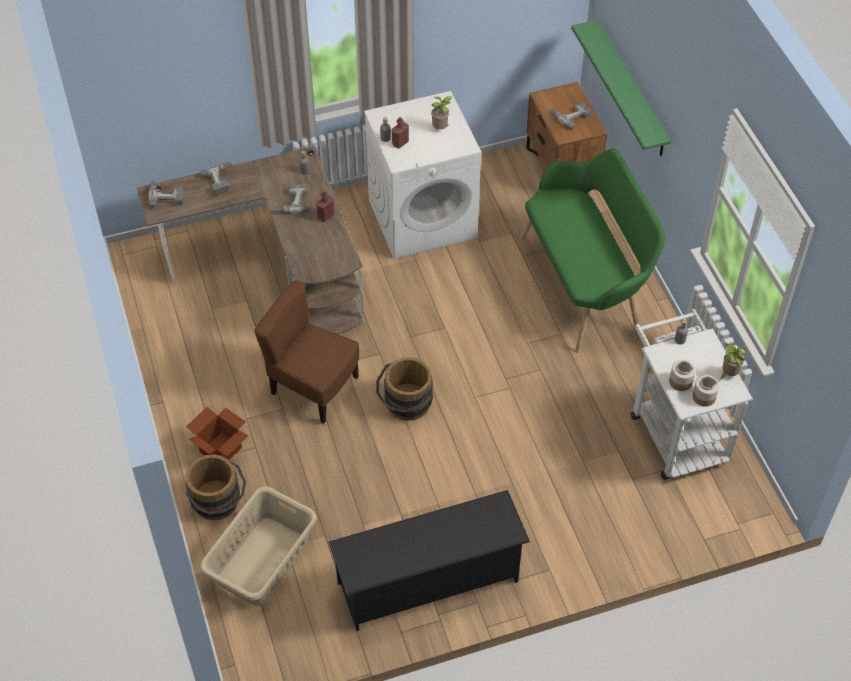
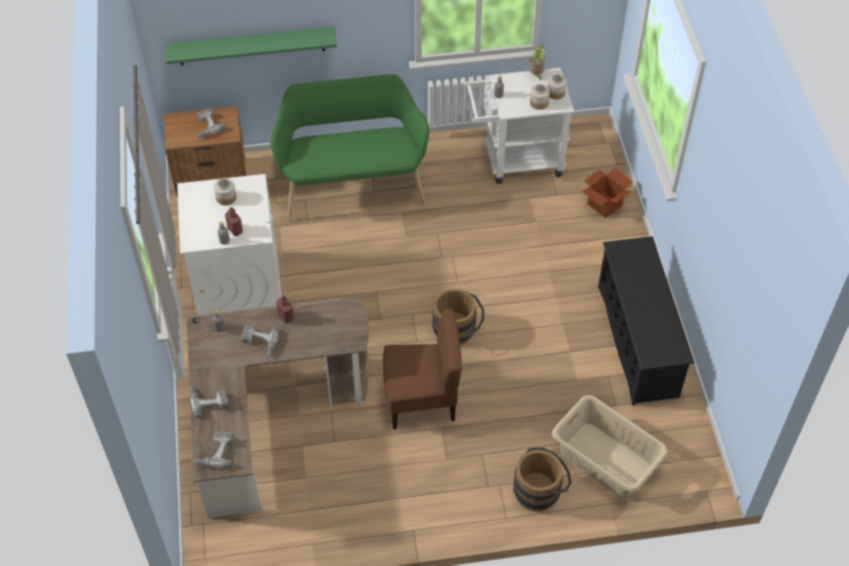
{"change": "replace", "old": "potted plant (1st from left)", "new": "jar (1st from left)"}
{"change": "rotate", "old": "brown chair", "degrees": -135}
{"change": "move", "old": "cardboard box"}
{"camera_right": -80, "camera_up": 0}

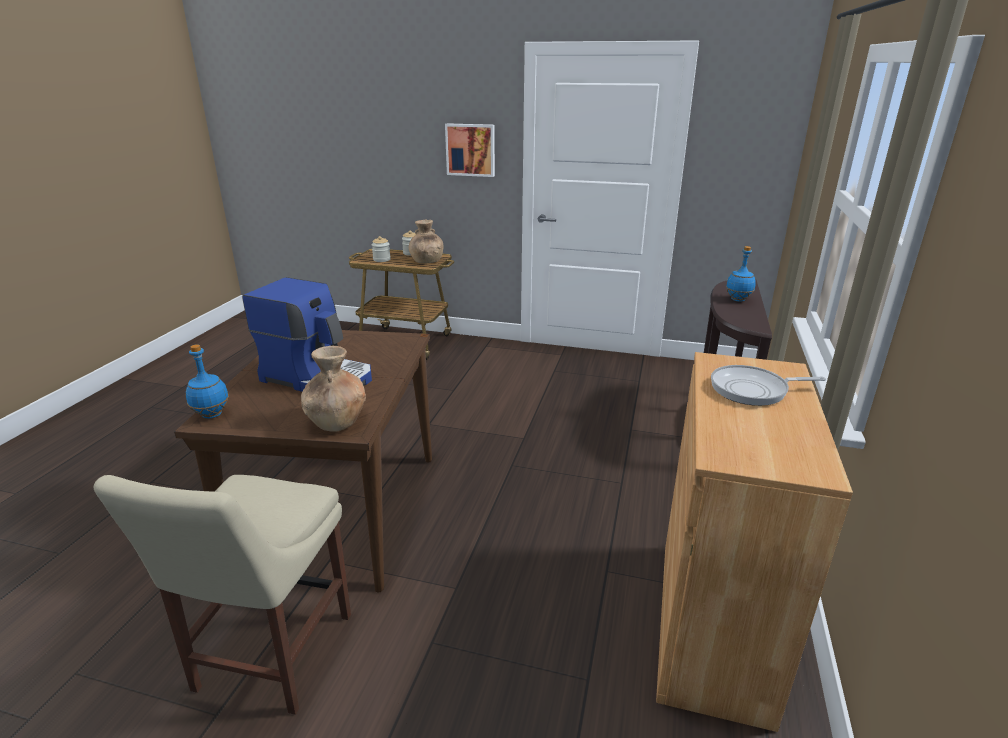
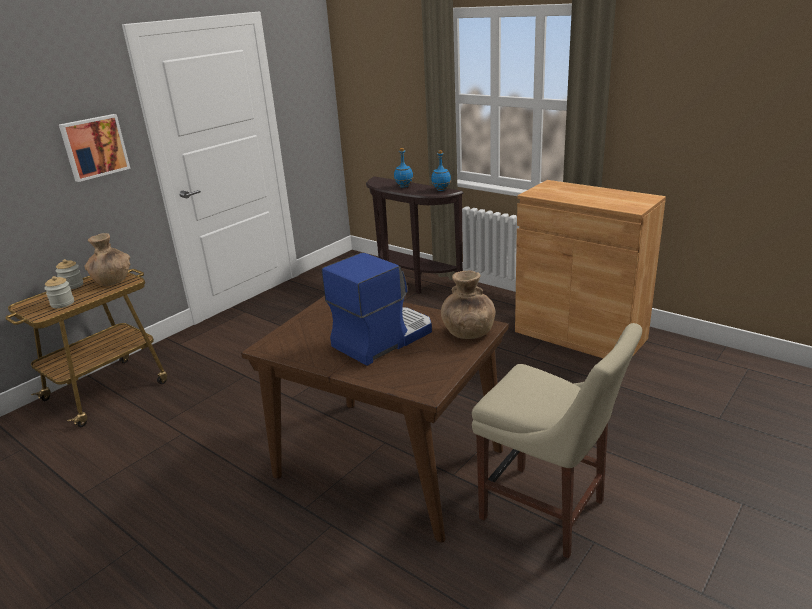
{"change": "move", "old": "blue bottle (1st from left in the first image)", "new": "blue bottle (2nd from left)"}
{"change": "delete", "old": "frying pan"}
{"camera_right": -65, "camera_up": 0}

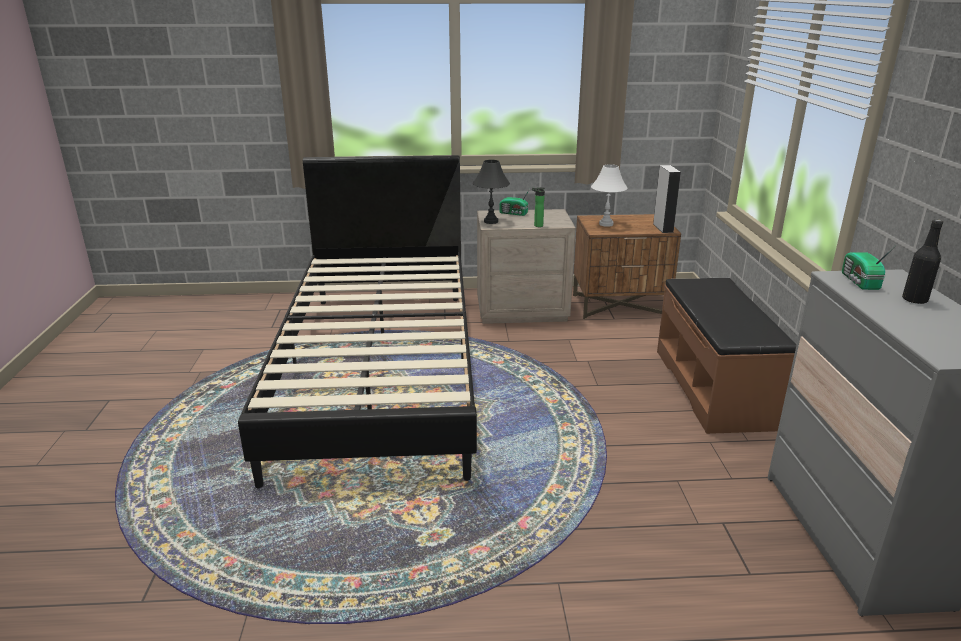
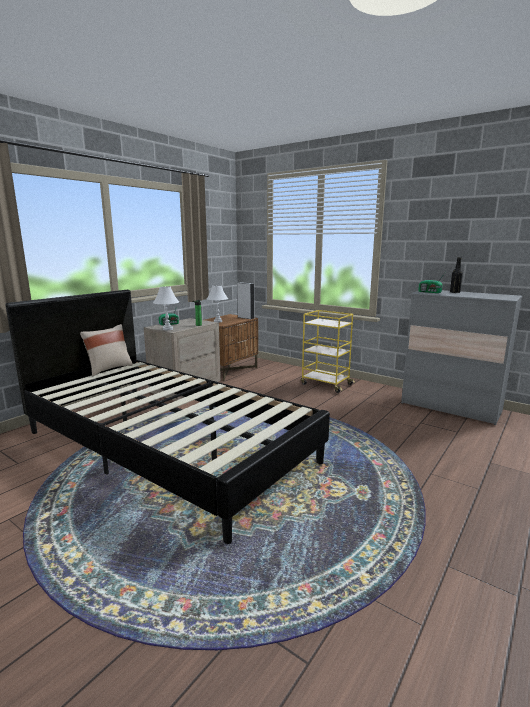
{"change": "recolor", "old": "black table lamp", "new": "white table lamp (1st from left)"}
{"change": "replace", "old": "brown bench", "new": "yellow cart"}
{"change": "insert", "new": "beige pillow"}
{"camera_right": -50, "camera_up": -10}

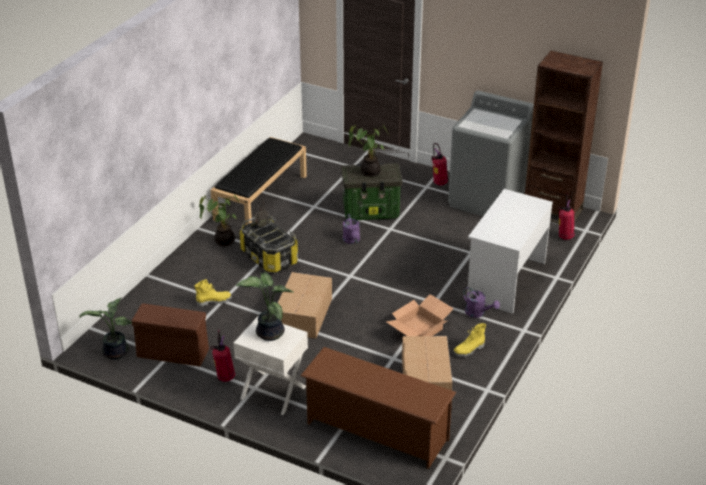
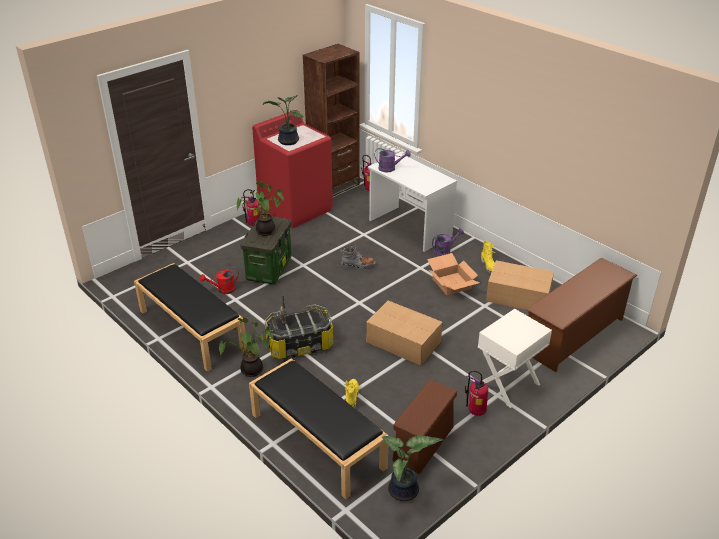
{"change": "recolor", "old": "grey washing machine", "new": "red washing machine"}
{"change": "move", "old": "purple watering can (1st from left)"}
{"change": "move", "old": "potted plant (3rd from left)"}
{"change": "insert", "new": "grey boot"}
{"change": "insert", "new": "red watering can"}
{"change": "insert", "new": "black bench (2nd from left)"}
{"camera_right": -70, "camera_up": 0}

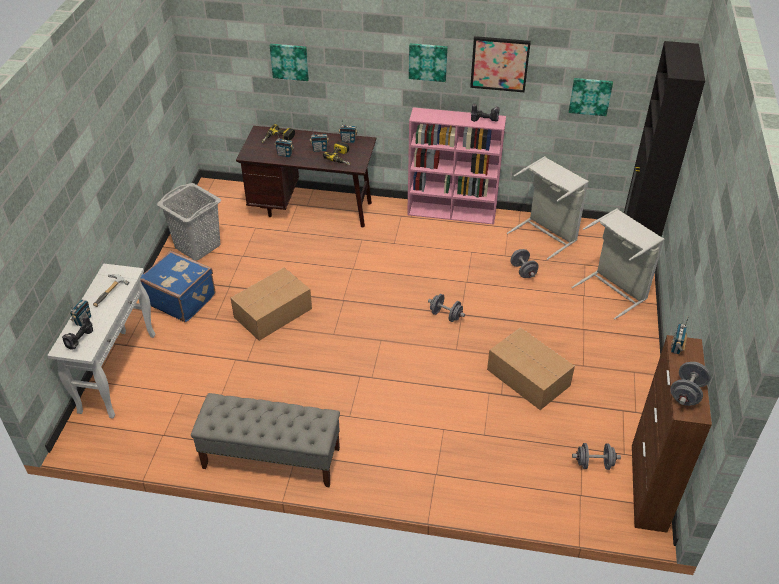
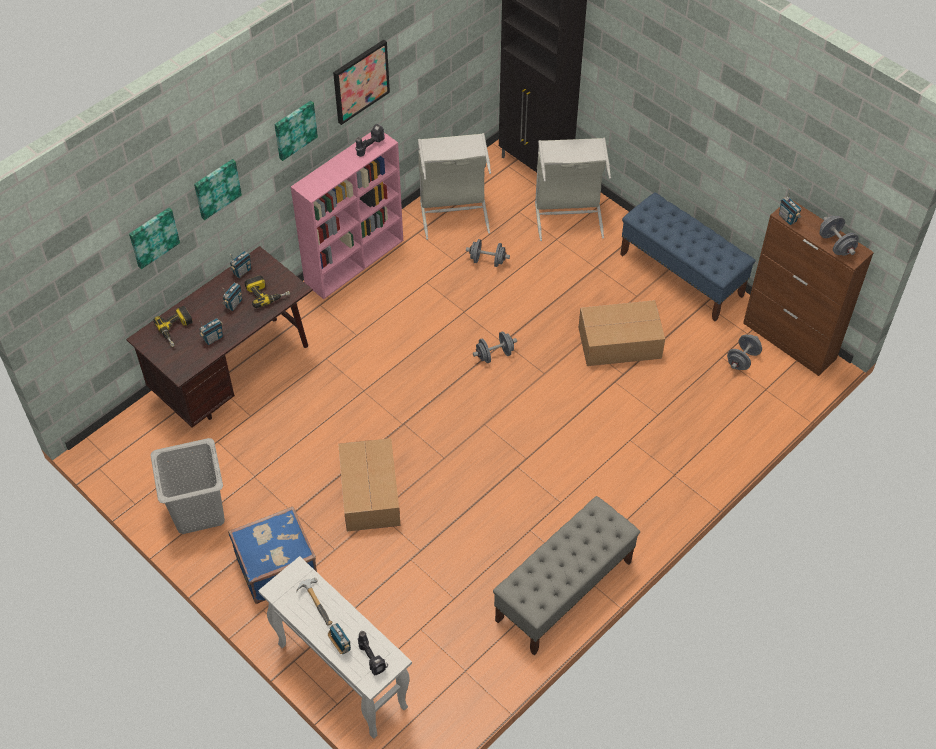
{"change": "move", "old": "picture (4th from left in the first image)", "new": "picture (2nd from left)"}
{"change": "insert", "new": "blue bench"}
{"camera_right": -55, "camera_up": 10}

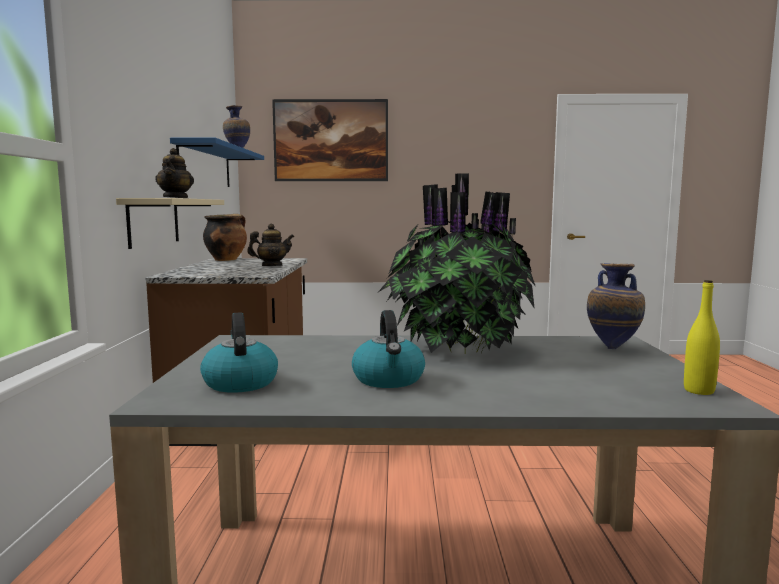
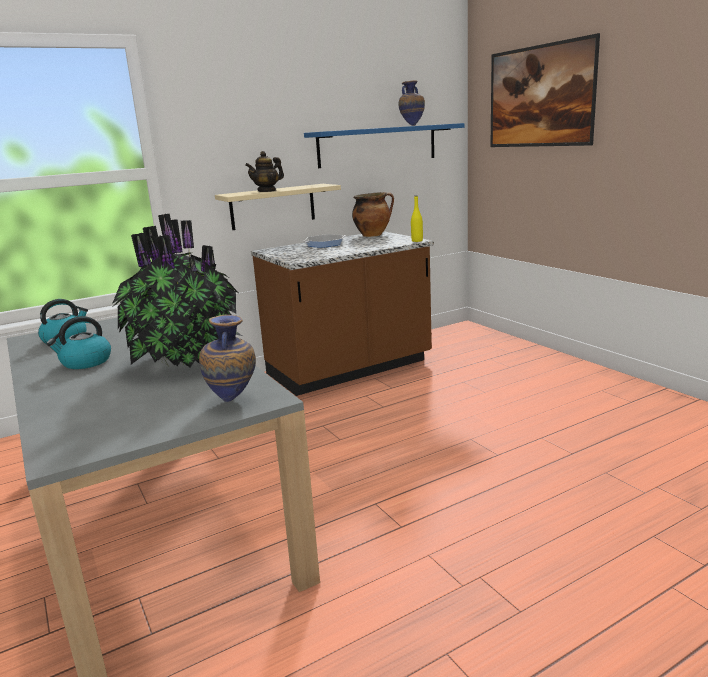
{"change": "delete", "old": "teapot (2nd from left)"}
{"change": "move", "old": "yellow bottle"}
{"change": "insert", "new": "frying pan"}
{"camera_right": 60, "camera_up": 10}

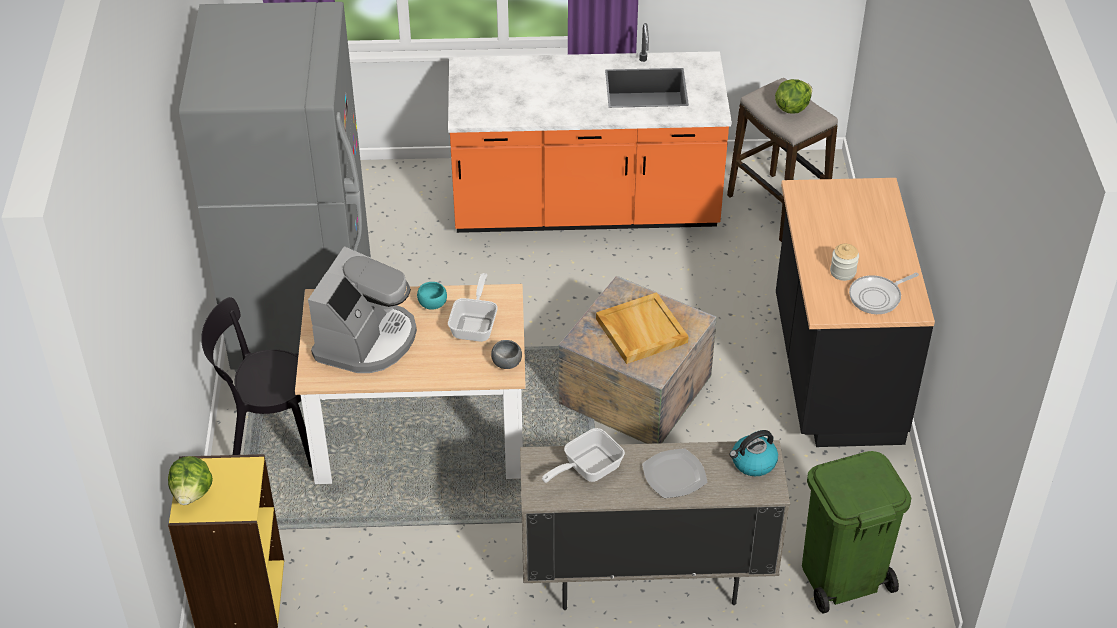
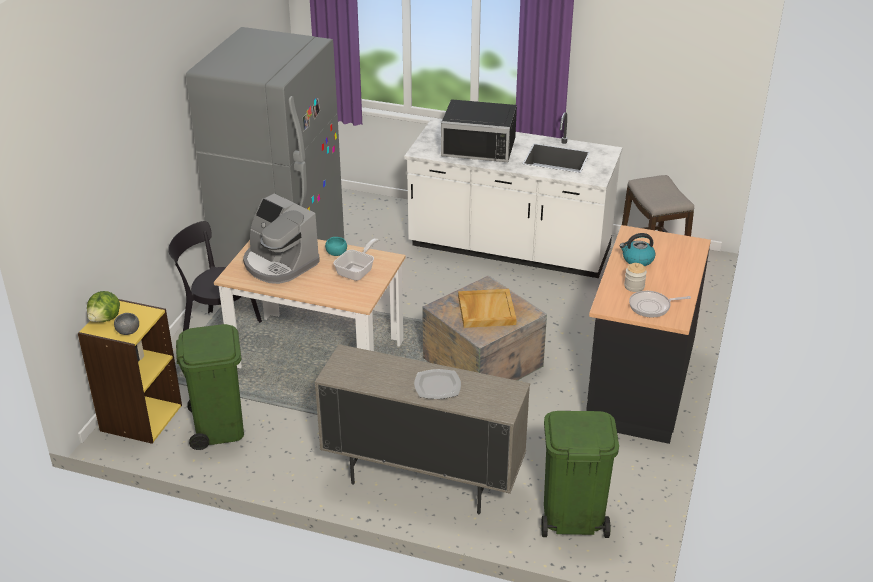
{"change": "recolor", "old": "orange counter", "new": "white counter"}
{"change": "delete", "old": "lettuce (2nd from left)"}
{"change": "rotate", "old": "coffee machine", "degrees": 90}
{"change": "move", "old": "grey bowl"}
{"change": "delete", "old": "frying pan (2nd from left)"}
{"change": "move", "old": "kettle"}
{"change": "insert", "new": "black microwave"}
{"change": "insert", "new": "green trash can (1st from left)"}
{"camera_right": 20, "camera_up": -10}

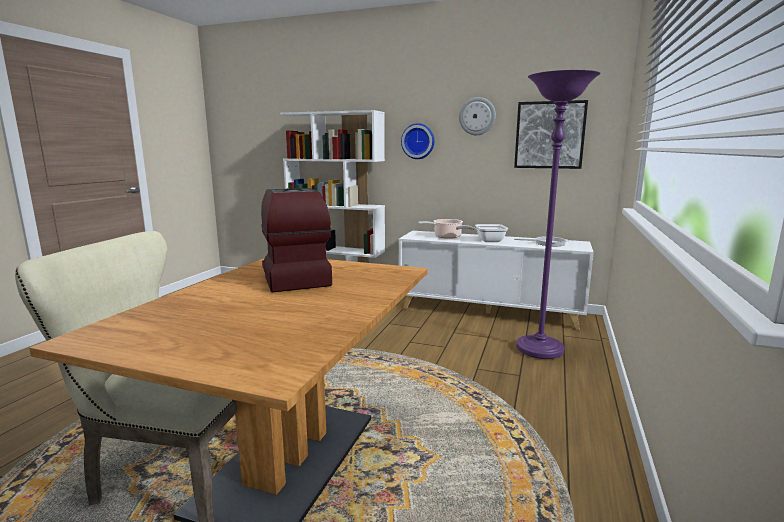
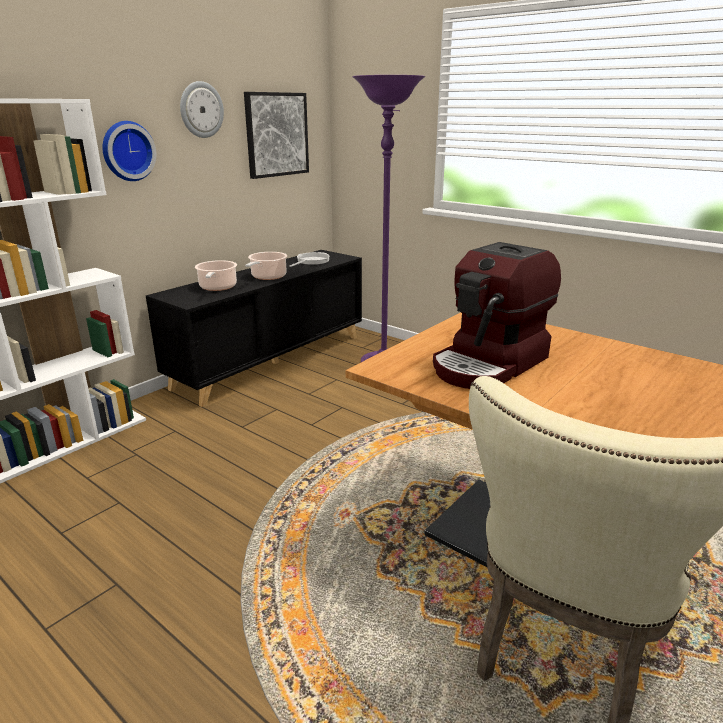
{"change": "rotate", "old": "coffee machine", "degrees": -45}
{"change": "replace", "old": "frying pan (1st from left)", "new": "cooking pot (2nd from left)"}
{"change": "recolor", "old": "white cabinet", "new": "black cabinet"}
{"camera_right": -70, "camera_up": 10}

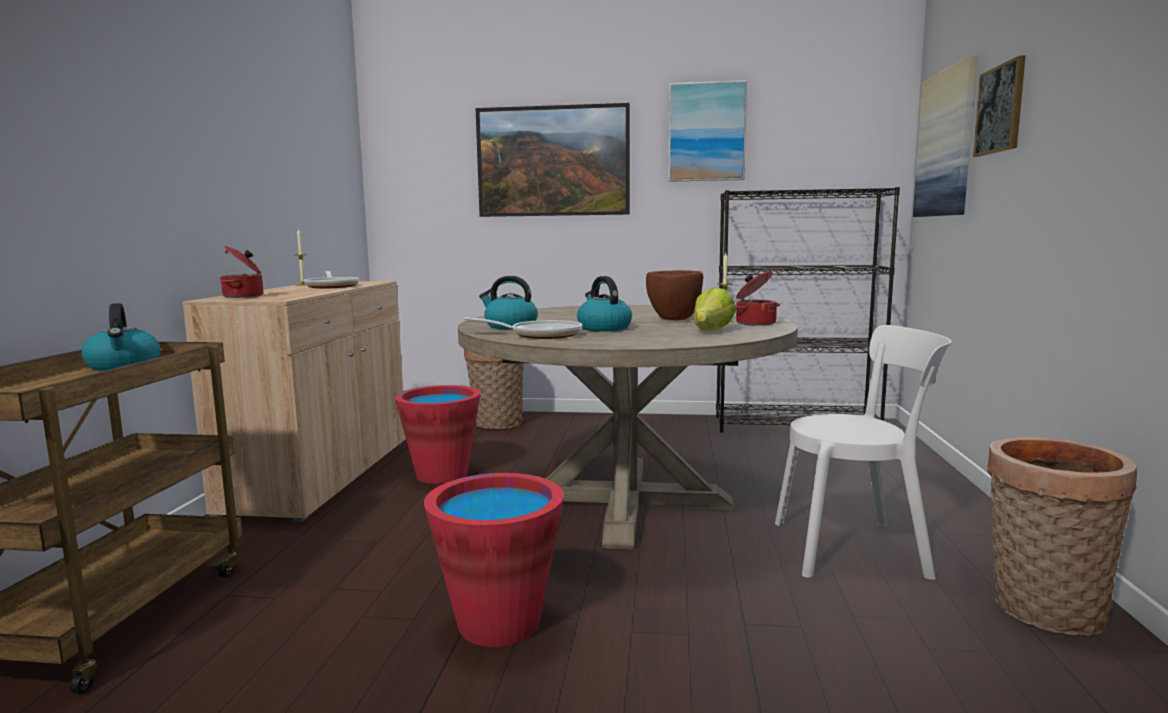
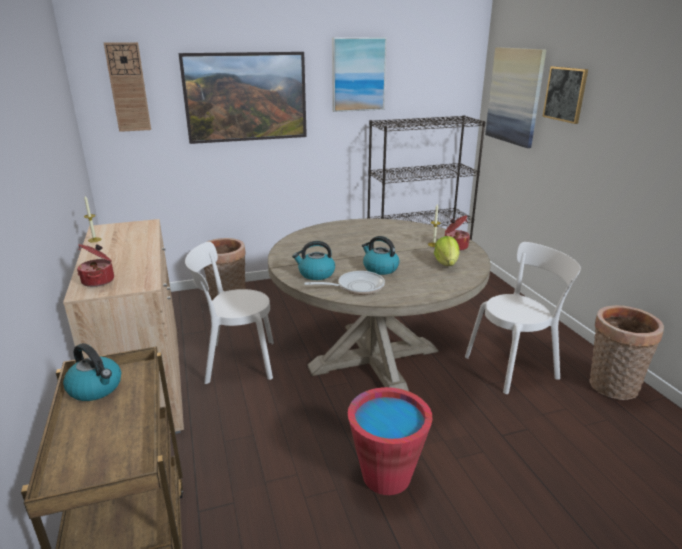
{"change": "delete", "old": "brown bowl"}
{"change": "delete", "old": "frying pan (1st from left)"}
{"change": "replace", "old": "red bucket (1st from left)", "new": "white chair (1st from left)"}
{"change": "insert", "new": "wall clock"}
{"camera_right": -25, "camera_up": 15}

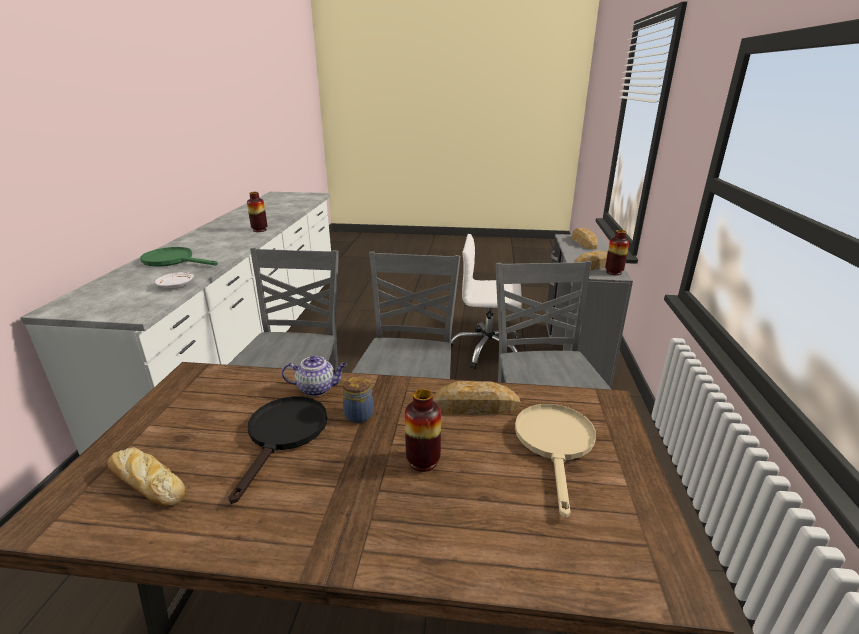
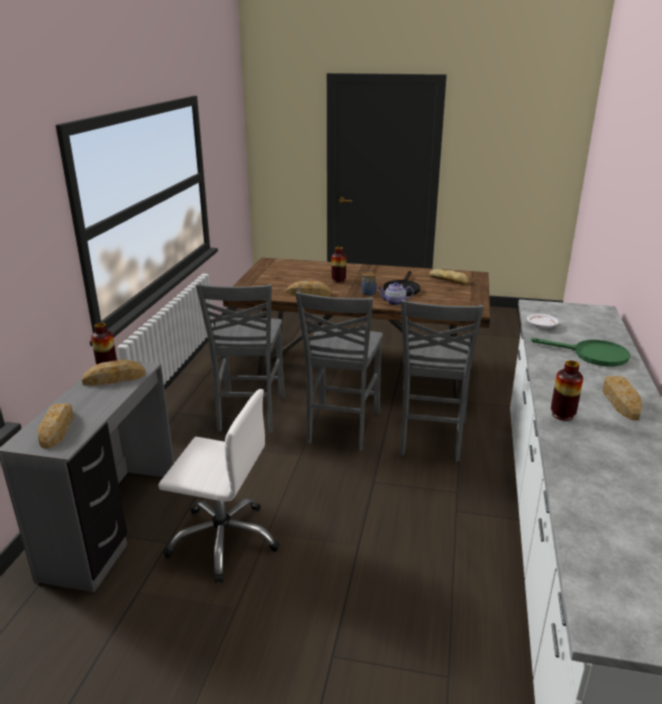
{"change": "delete", "old": "beige frying pan"}
{"change": "insert", "new": "bread (5th from left)"}
{"camera_right": -175, "camera_up": 0}

